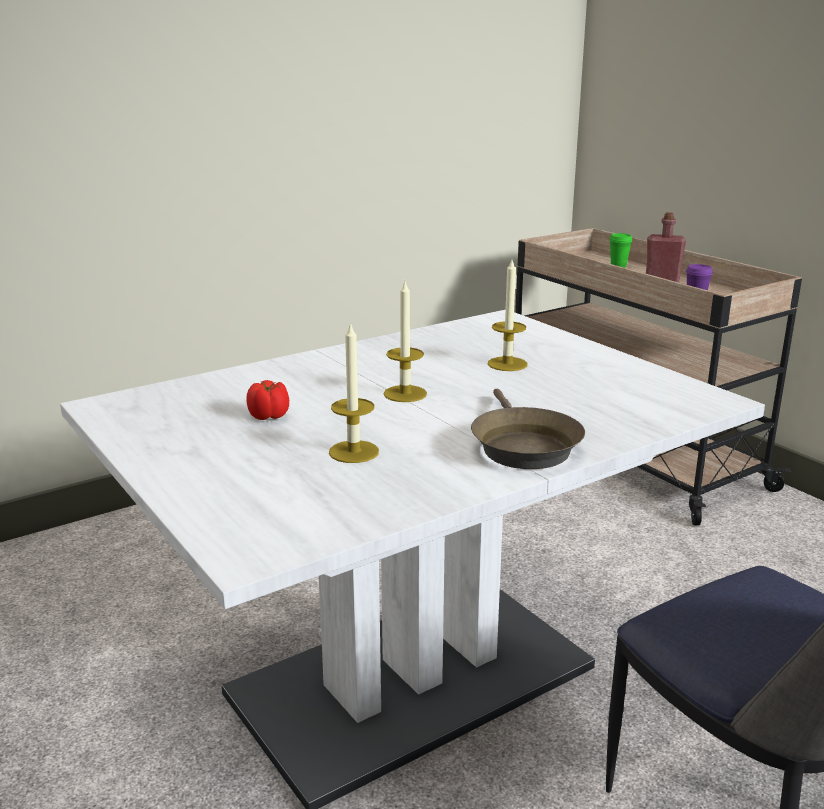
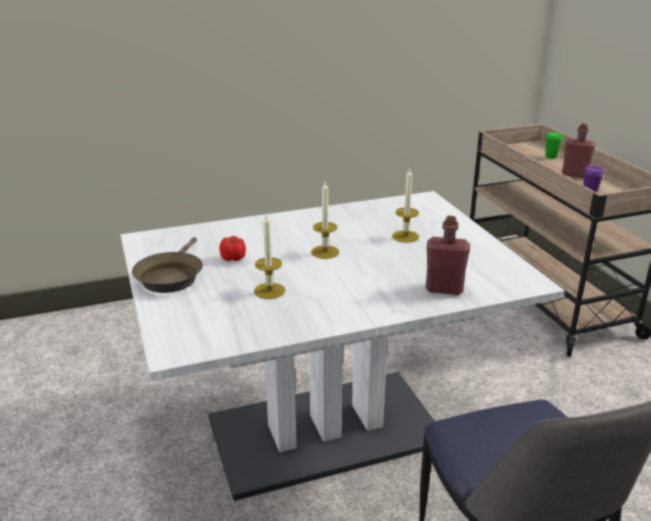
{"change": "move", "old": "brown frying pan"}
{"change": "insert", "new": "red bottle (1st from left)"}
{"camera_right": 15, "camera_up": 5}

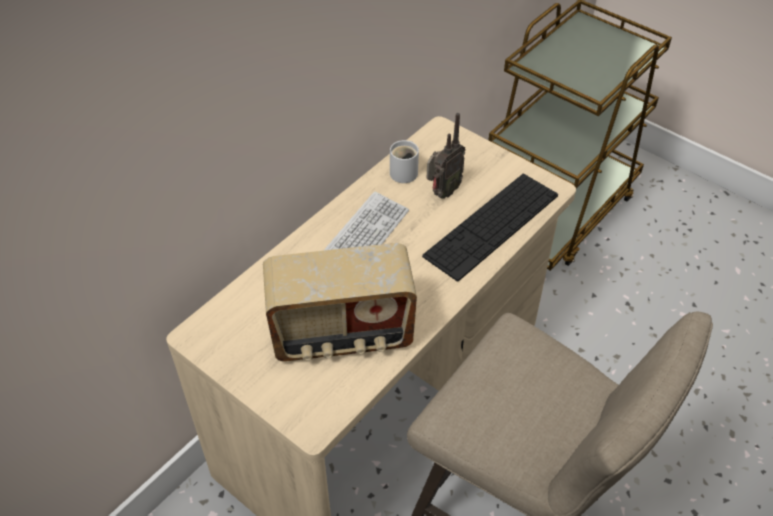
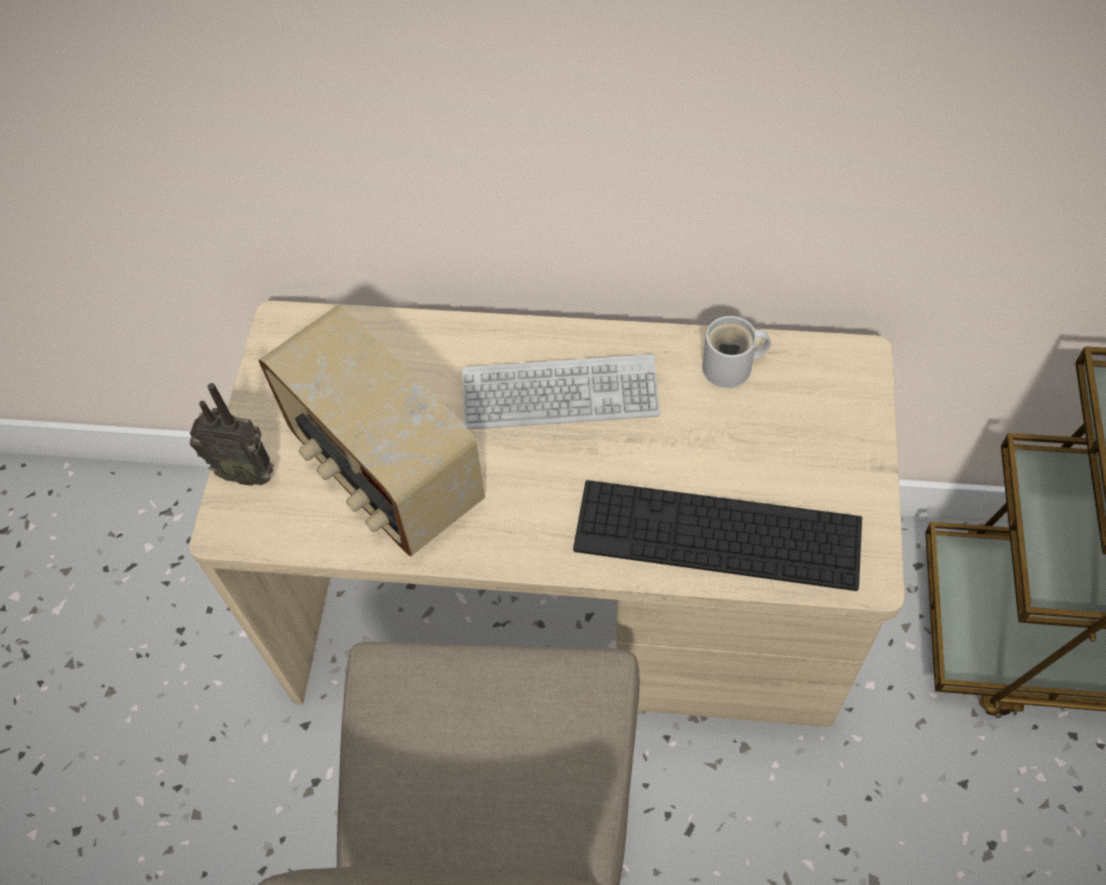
{"change": "move", "old": "radio (2nd from left in the first image)", "new": "radio (1st from left)"}
{"camera_right": 60, "camera_up": 10}

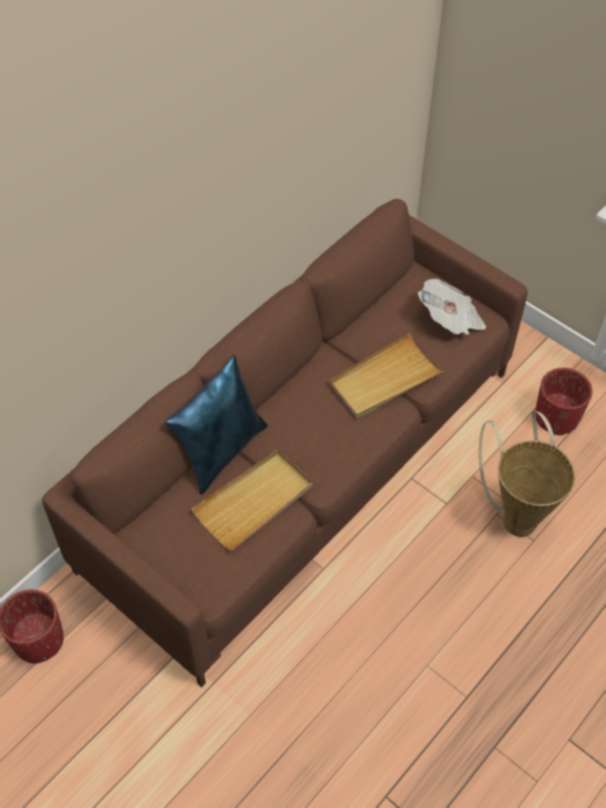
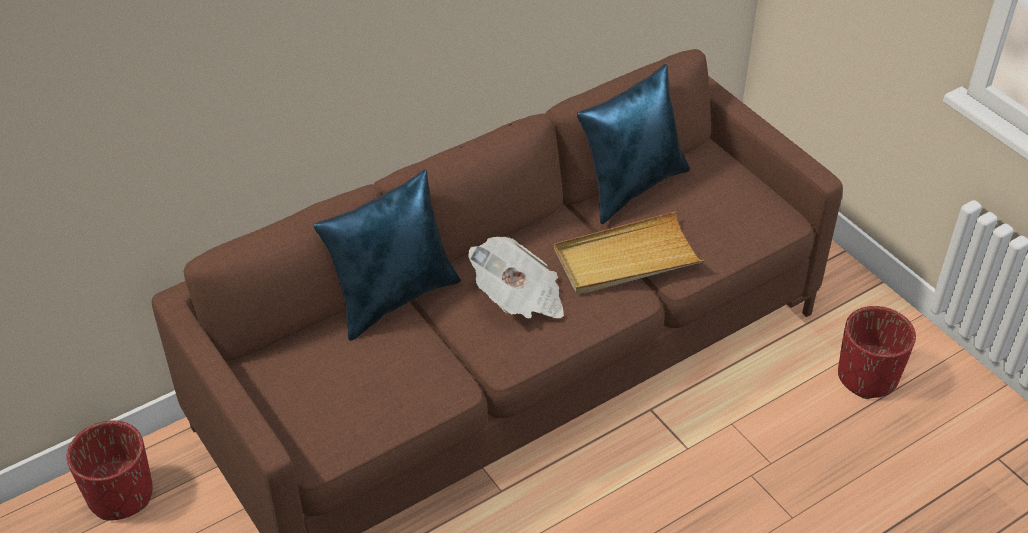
{"change": "move", "old": "newspaper"}
{"change": "delete", "old": "basket"}
{"change": "delete", "old": "beige tray (1st from left)"}
{"change": "insert", "new": "blue pillow (2nd from left)"}
{"camera_right": 15, "camera_up": -10}

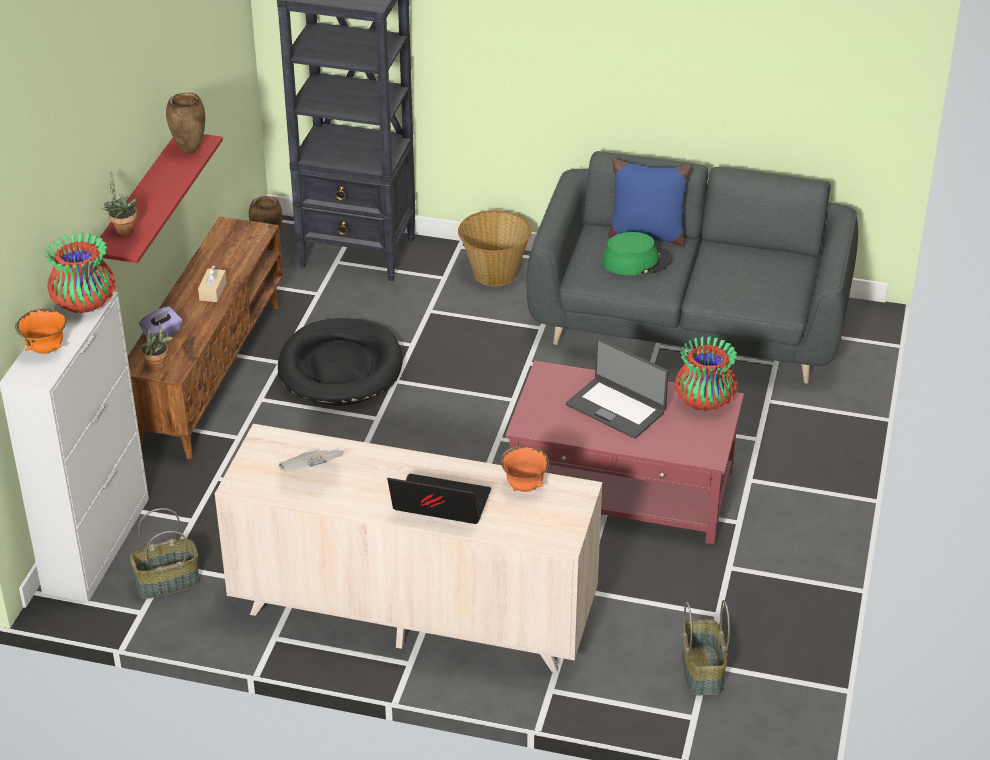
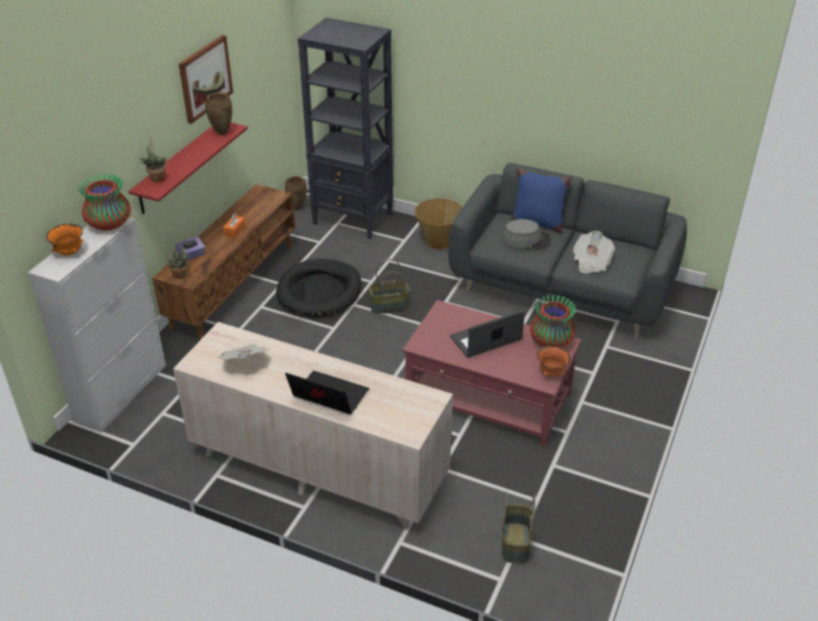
{"change": "recolor", "old": "green hat", "new": "grey hat"}
{"change": "recolor", "old": "beige tissue box", "new": "orange tissue box"}
{"change": "rotate", "old": "laptop (2nd from left)", "degrees": 105}
{"change": "move", "old": "orange bowl (2nd from left)"}
{"change": "move", "old": "basket (1st from left)"}
{"change": "insert", "new": "picture"}
{"change": "insert", "new": "newspaper (2nd from left)"}
{"camera_right": 10, "camera_up": 0}

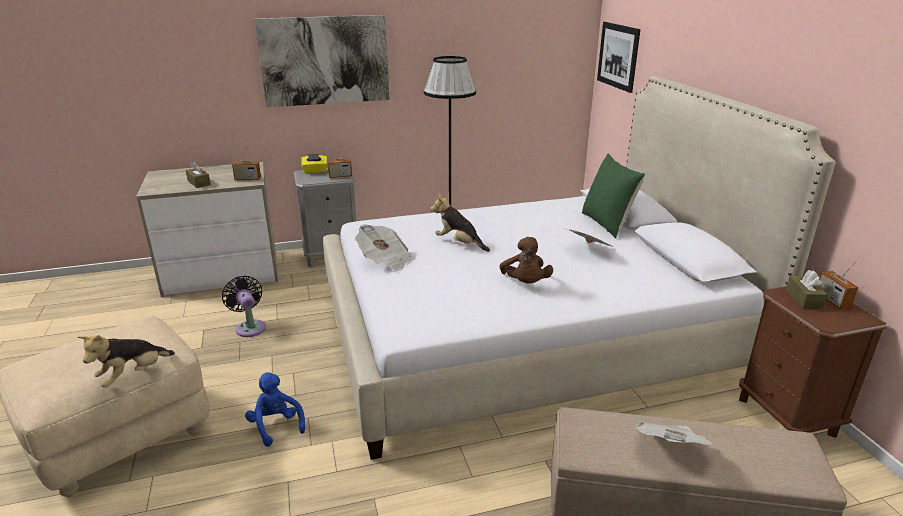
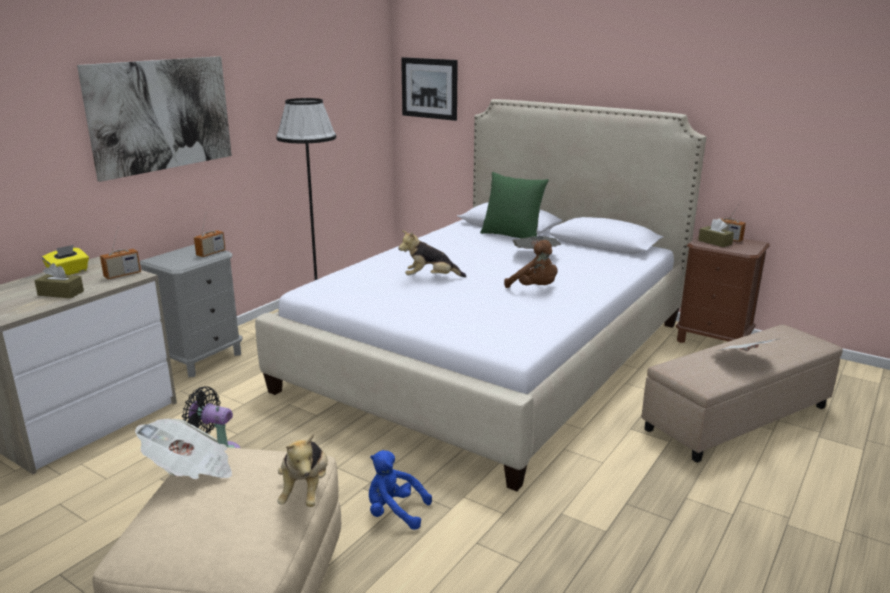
{"change": "move", "old": "yellow tissue box"}
{"change": "move", "old": "newspaper (1st from left)"}
{"camera_right": -40, "camera_up": -5}

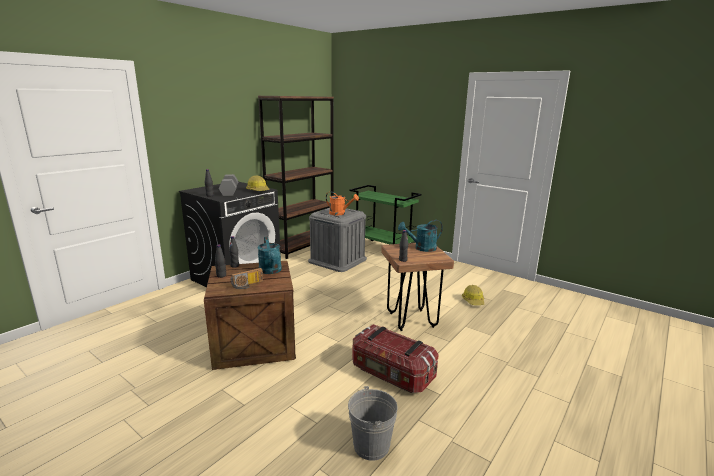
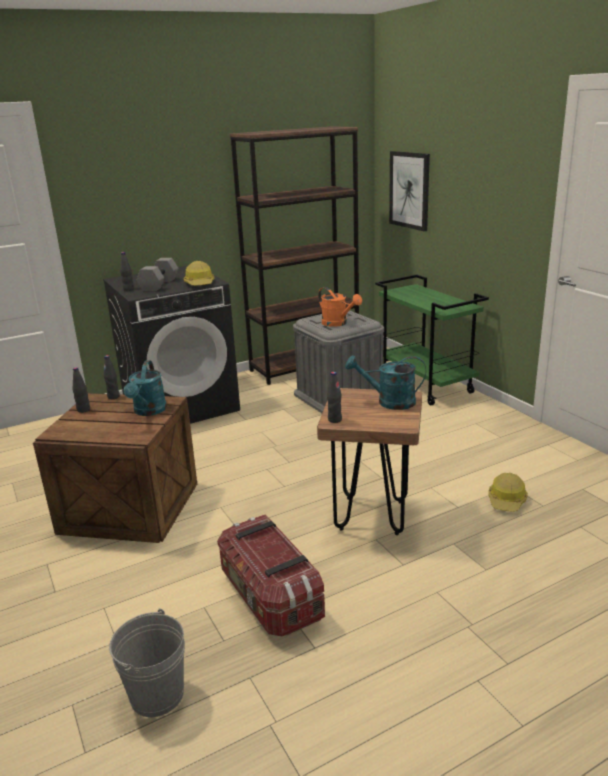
{"change": "delete", "old": "radio"}
{"change": "insert", "new": "picture"}
{"camera_right": 25, "camera_up": 5}

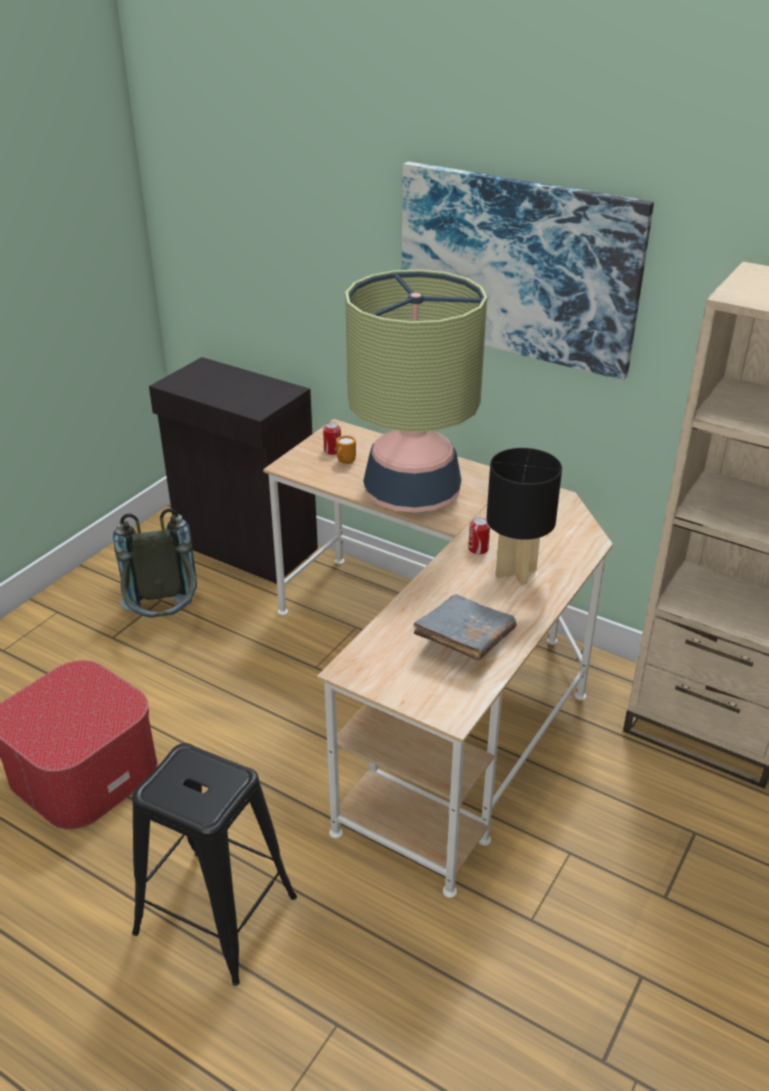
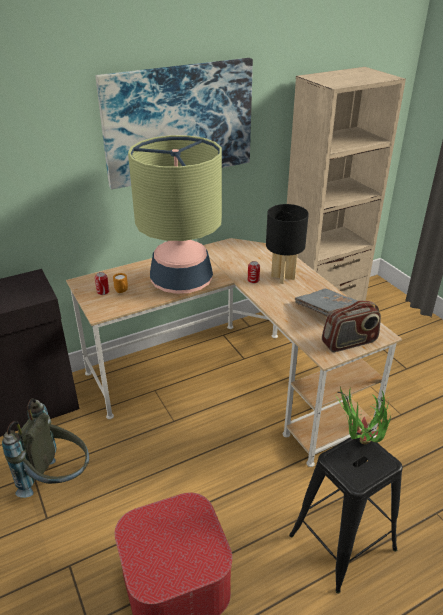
{"change": "insert", "new": "radio"}
{"change": "insert", "new": "potted plant"}
{"camera_right": -60, "camera_up": 0}

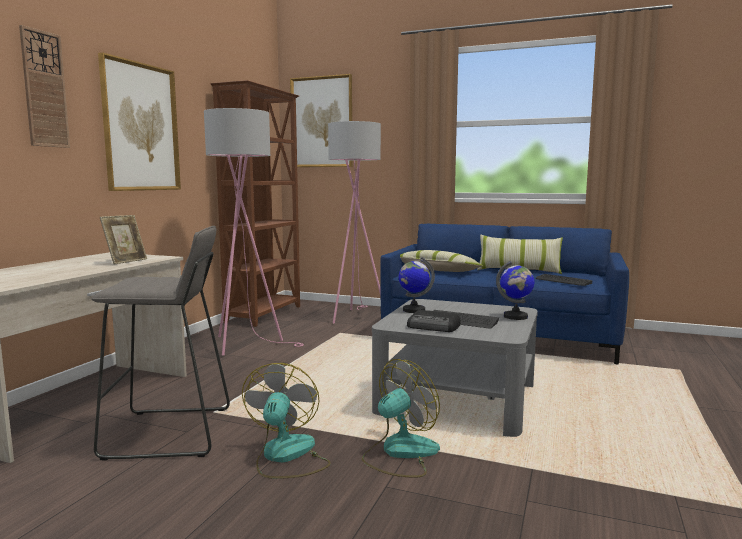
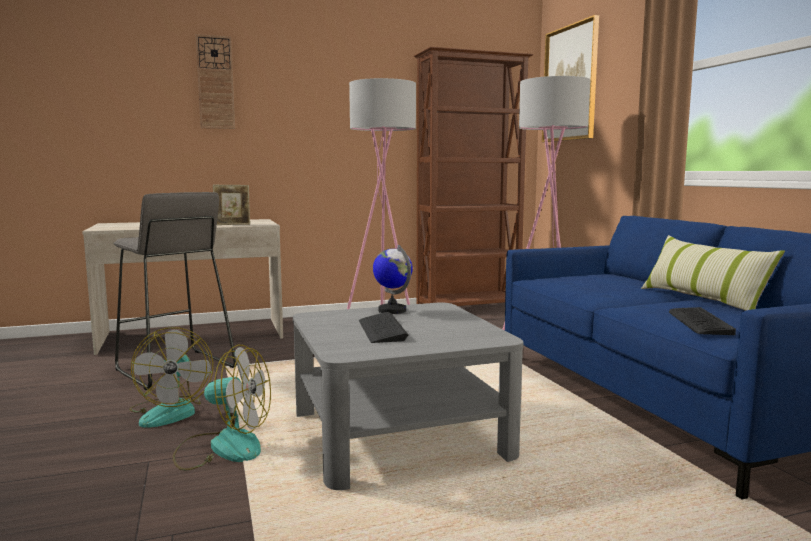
{"change": "delete", "old": "picture (1st from left)"}
{"change": "delete", "old": "pillow (1st from left)"}
{"change": "delete", "old": "globe (2nd from left)"}
{"change": "delete", "old": "radio"}
{"change": "rotate", "old": "fan (1st from left)", "degrees": 120}
{"camera_right": 50, "camera_up": 0}

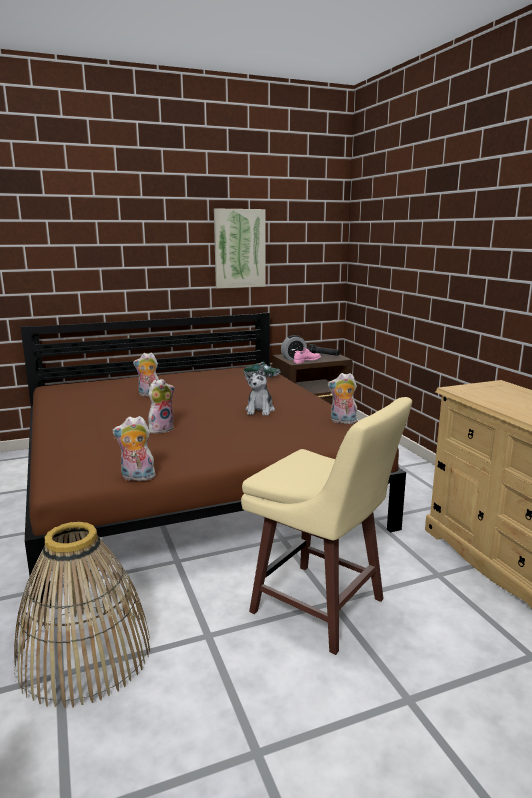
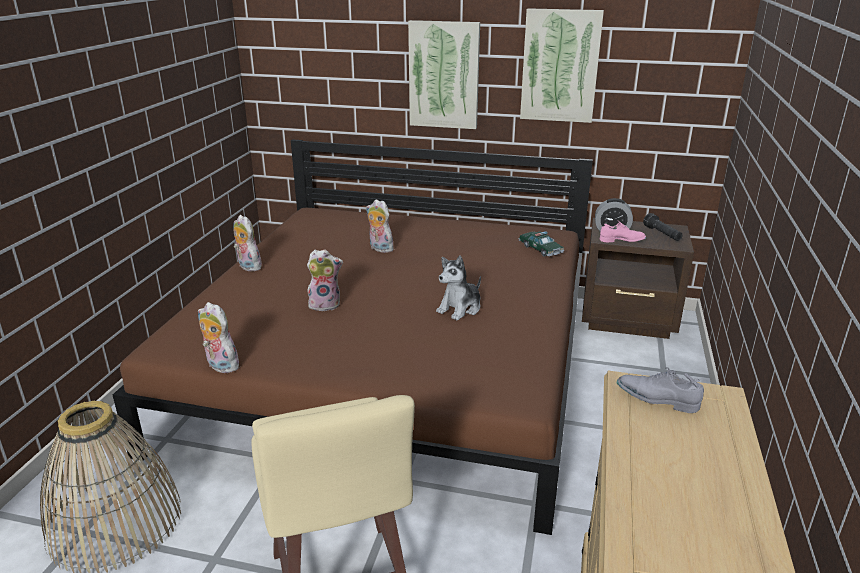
{"change": "move", "old": "plush toy (5th from left in the first image)", "new": "plush toy (2nd from left)"}
{"change": "insert", "new": "picture (1st from left)"}
{"change": "insert", "new": "grey shoe"}
{"camera_right": 35, "camera_up": 10}

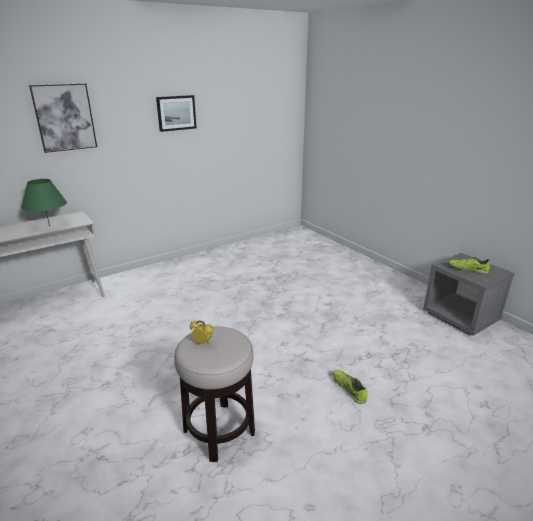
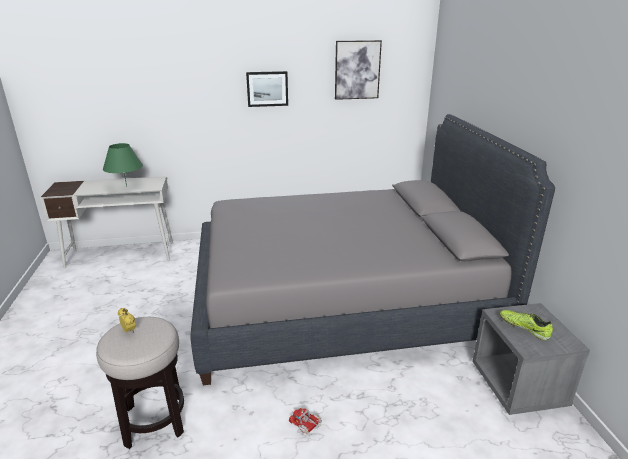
{"change": "move", "old": "picture (1st from left in the first image)", "new": "picture (2nd from left)"}
{"change": "replace", "old": "shoe (1st from left)", "new": "toy truck"}
{"change": "insert", "new": "grey bed"}
{"camera_right": 25, "camera_up": 0}

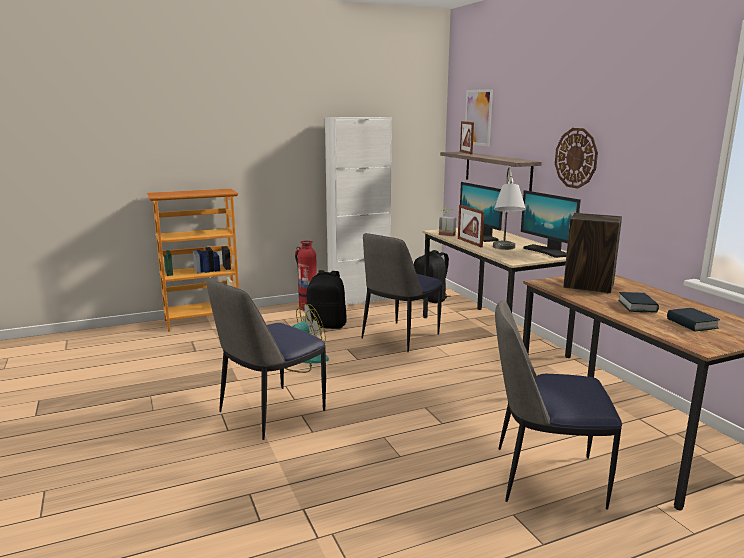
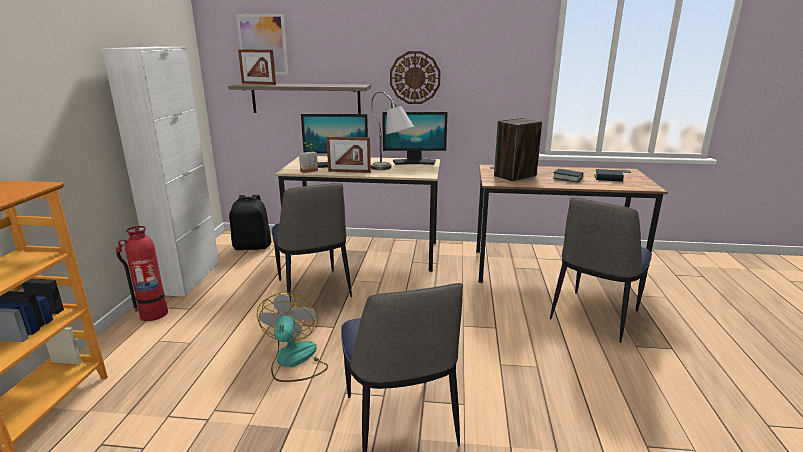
{"change": "delete", "old": "black backpack (1st from left)"}
{"camera_right": -60, "camera_up": 5}

